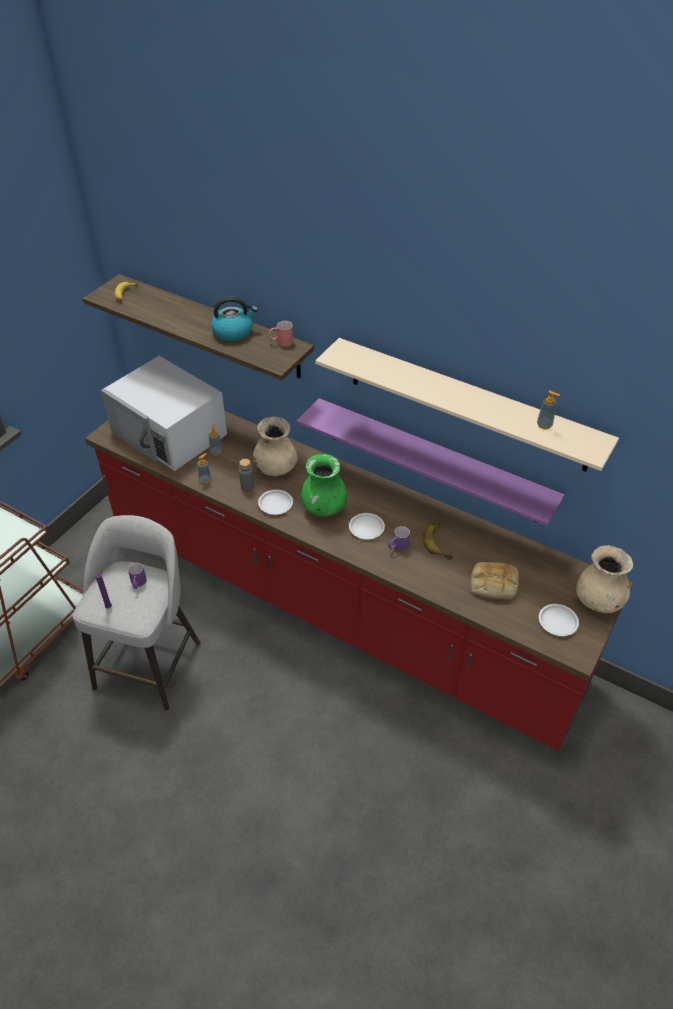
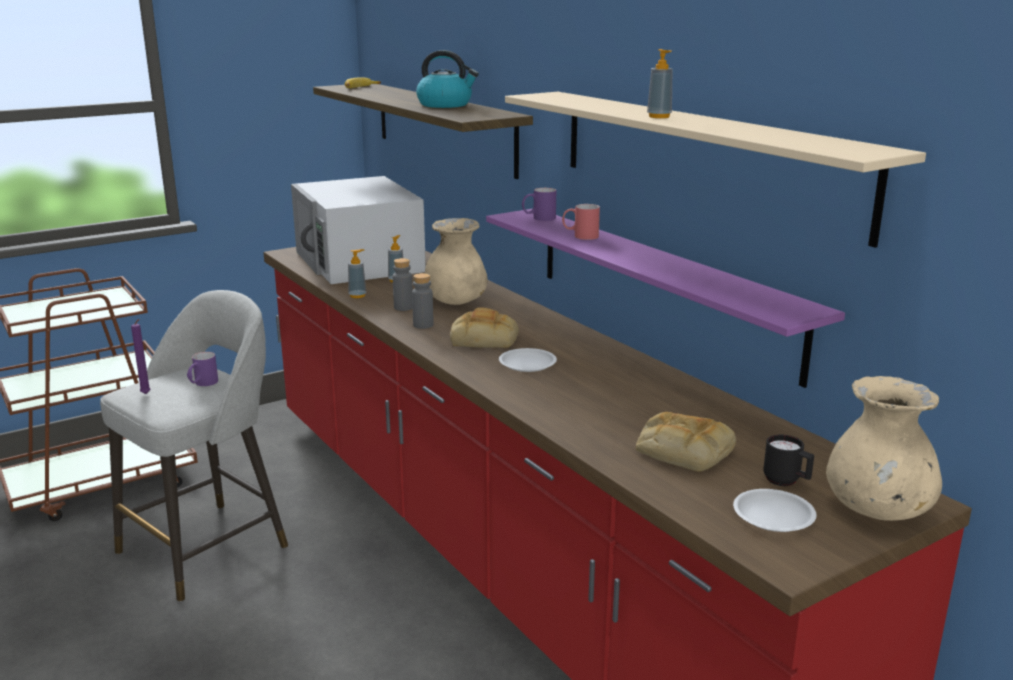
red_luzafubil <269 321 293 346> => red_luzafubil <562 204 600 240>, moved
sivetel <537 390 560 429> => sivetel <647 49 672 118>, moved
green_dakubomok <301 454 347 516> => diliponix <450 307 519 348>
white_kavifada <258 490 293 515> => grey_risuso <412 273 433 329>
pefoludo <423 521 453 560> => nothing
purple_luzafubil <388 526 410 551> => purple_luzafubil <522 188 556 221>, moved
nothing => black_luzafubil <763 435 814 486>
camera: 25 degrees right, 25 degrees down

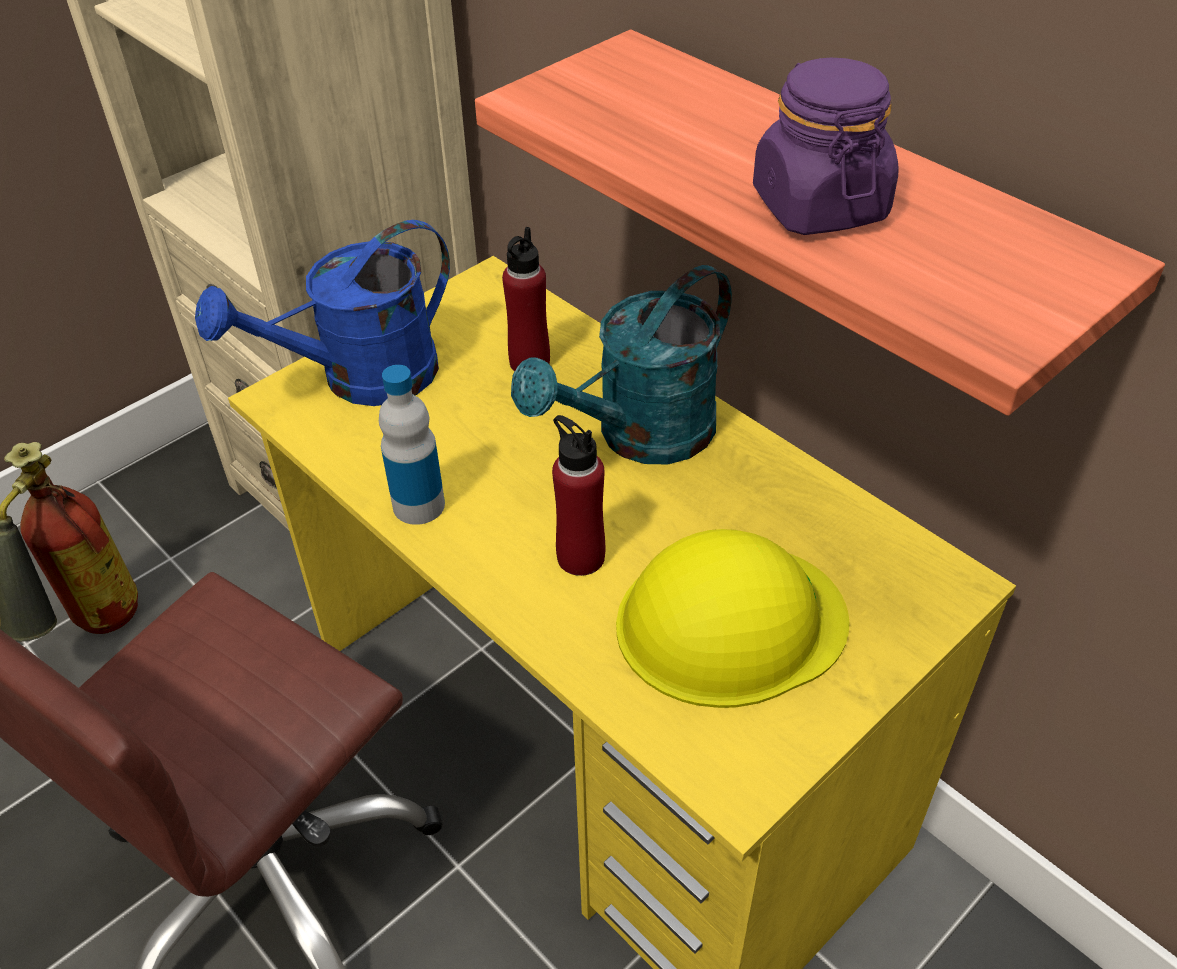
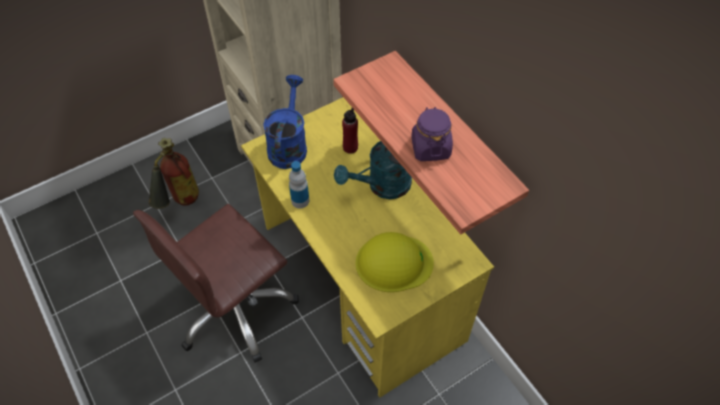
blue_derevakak <195 220 450 406> => blue_derevakak <263 75 307 169>, 120 degrees clockwise
red_risuso <552 415 606 576> => nothing
camera: 10 degrees right, 10 degrees up

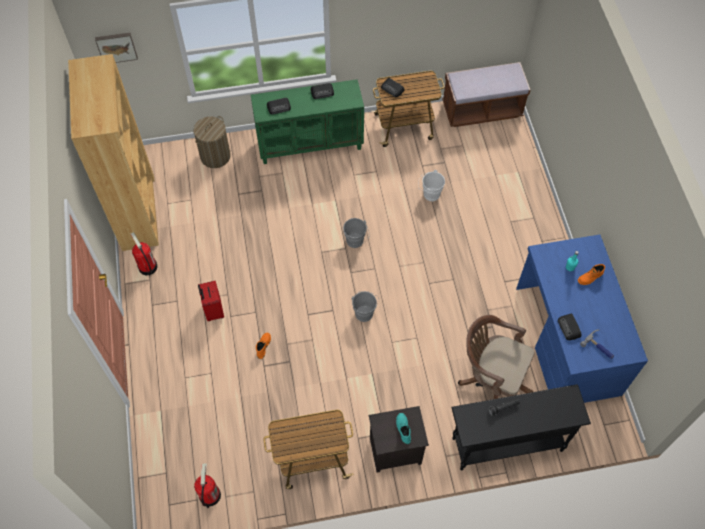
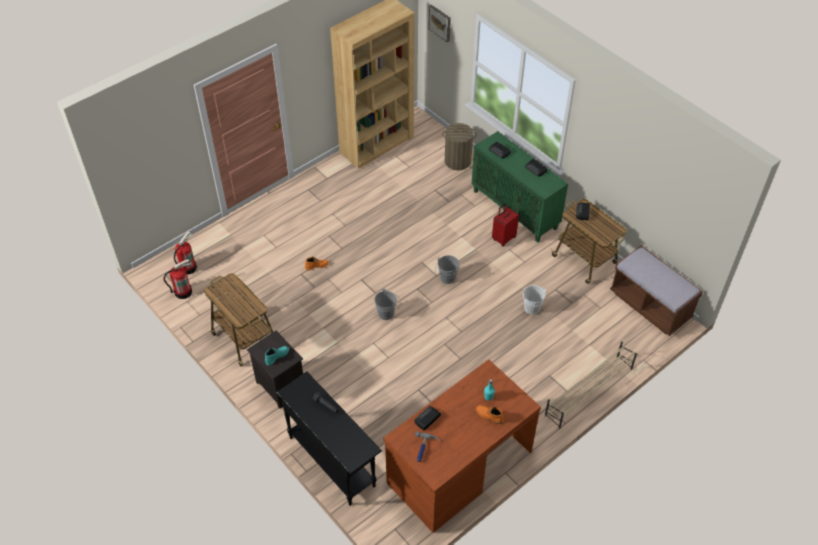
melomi <131 232 157 275> => melomi <174 232 197 275>, moved
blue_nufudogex <516 234 648 403> => brown_nufudogex <383 359 541 533>
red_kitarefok <198 281 224 321> => red_kitarefok <492 203 519 246>, moved
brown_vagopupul <458 315 535 399> => nothing
nothing => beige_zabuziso <545 340 638 430>
camera: 60 degrees right, 10 degrees down

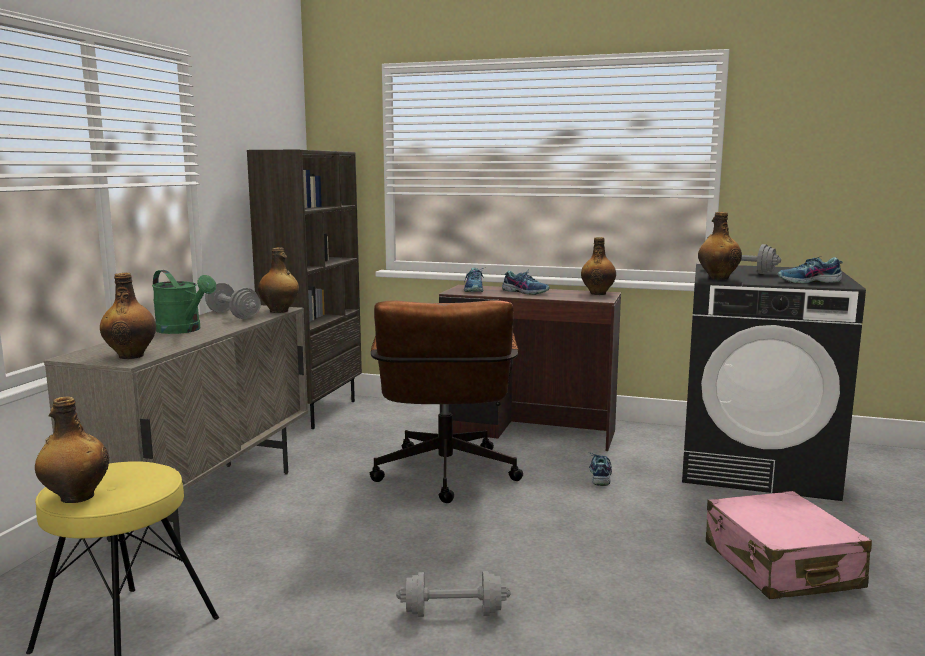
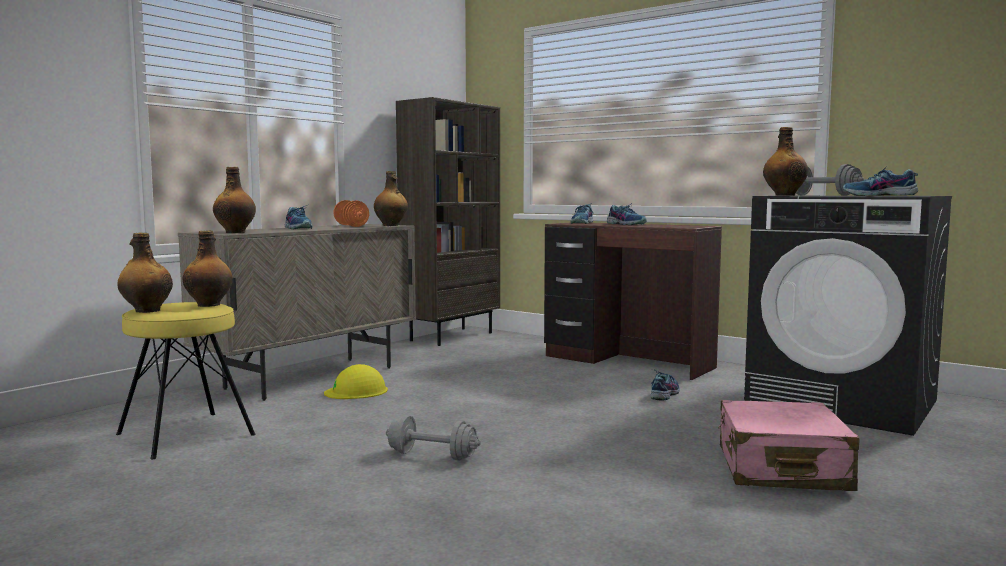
risuso <581 237 616 295> => risuso <183 231 233 307>, moved
green_derevakak <152 270 216 334> => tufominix <285 205 312 229>
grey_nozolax <205 283 261 319> => orange_nozolax <333 200 369 227>
brown_vagopupul <370 300 523 503> => nothing
nothing => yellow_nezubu <324 364 388 399>
camera: 20 degrees right, 5 degrees down

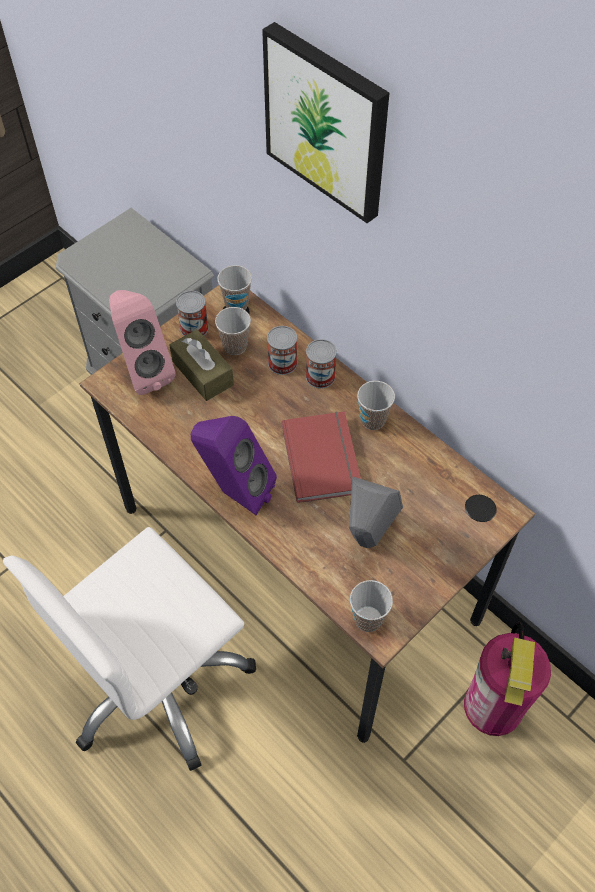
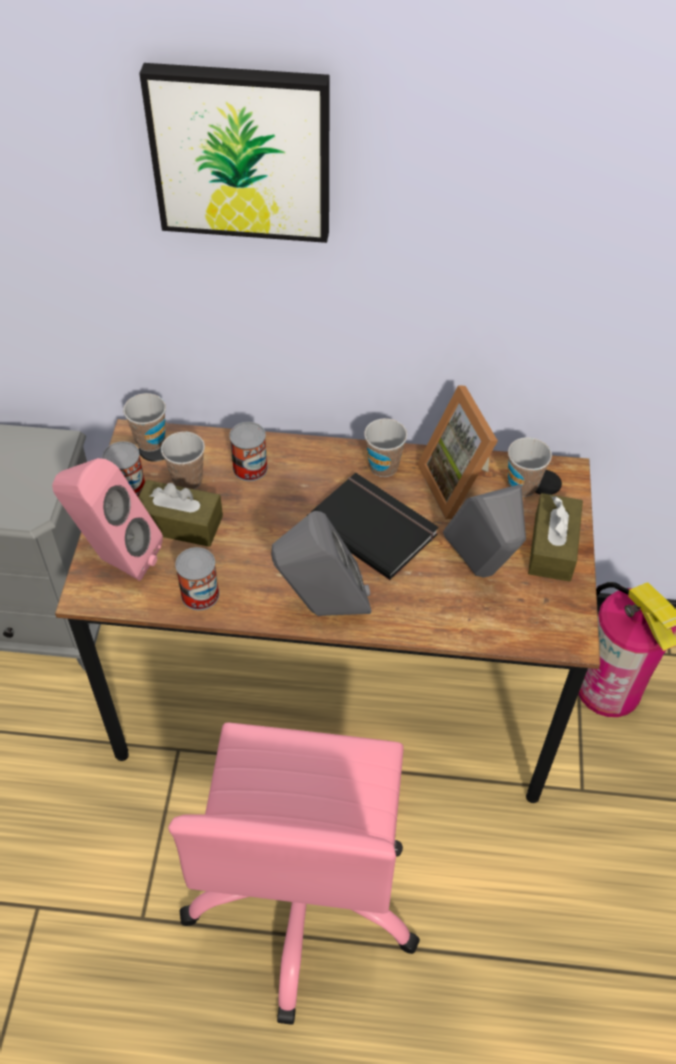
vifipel <306 339 337 389> => vifipel <175 547 219 610>, moved
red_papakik <281 411 361 503> => black_papakik <308 473 439 580>
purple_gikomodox <191 416 277 516> => grey_gikomodox <271 511 372 616>
white_vagopupul <3 527 256 771> => pink_vagopupul <168 722 420 1025>
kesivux <350 580 393 632> => kesivux <508 437 552 497>, moved
nothing => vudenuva <417 385 498 519>
nothing => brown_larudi <528 493 583 582>
camera: 40 degrees left, 5 degrees down

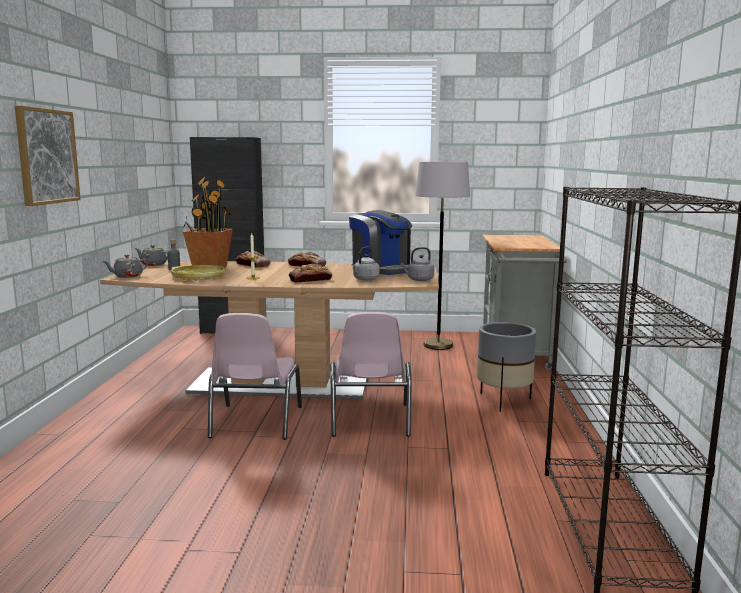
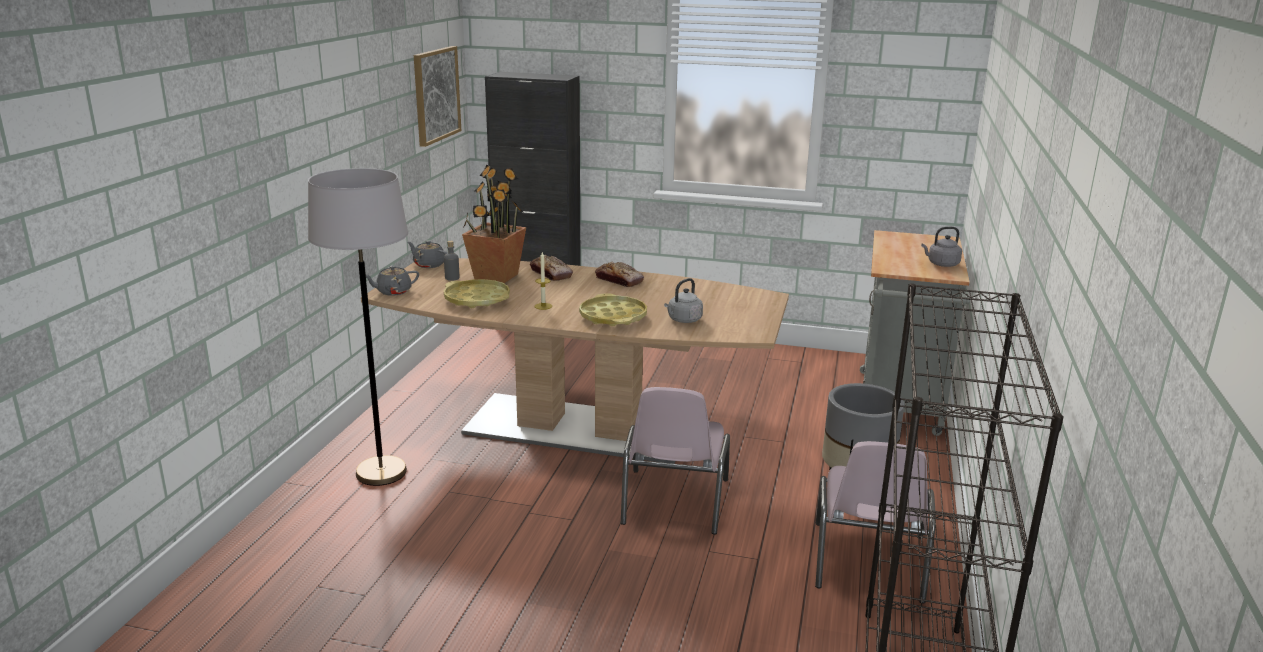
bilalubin <15 106 81 206> => bilalubin <414 46 461 147>, moved
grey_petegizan <415 162 470 350> => grey_petegizan <308 168 408 486>, moved
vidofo <349 210 412 275> => nothing
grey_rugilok <400 247 434 281> => grey_rugilok <921 226 962 267>, moved
diliponix <289 264 332 283> => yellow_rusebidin <579 293 647 326>
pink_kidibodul <208 313 302 440> => pink_kidibodul <815 441 936 604>, moved
camera: 10 degrees right, 10 degrees up

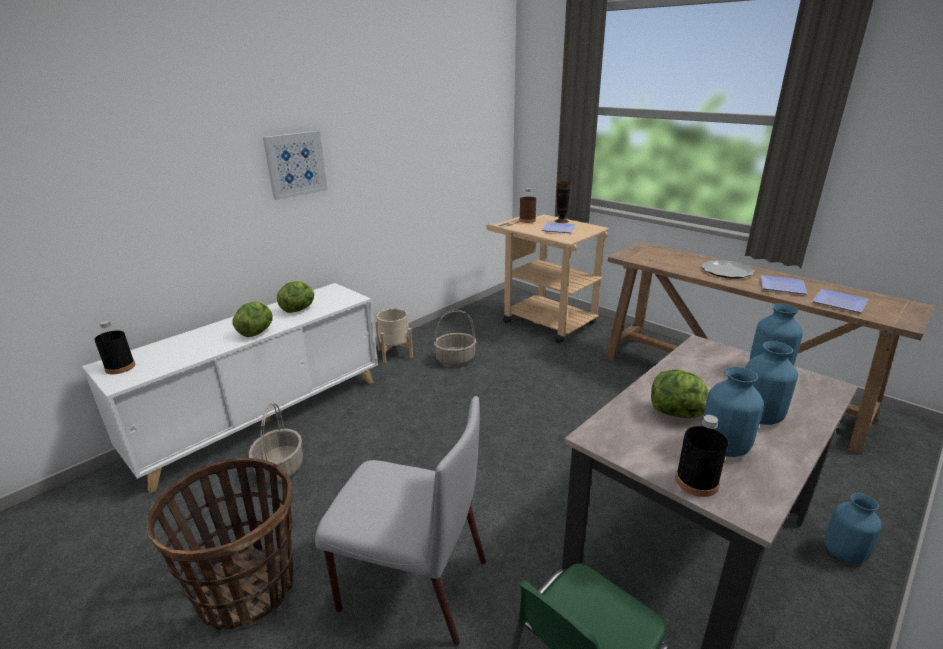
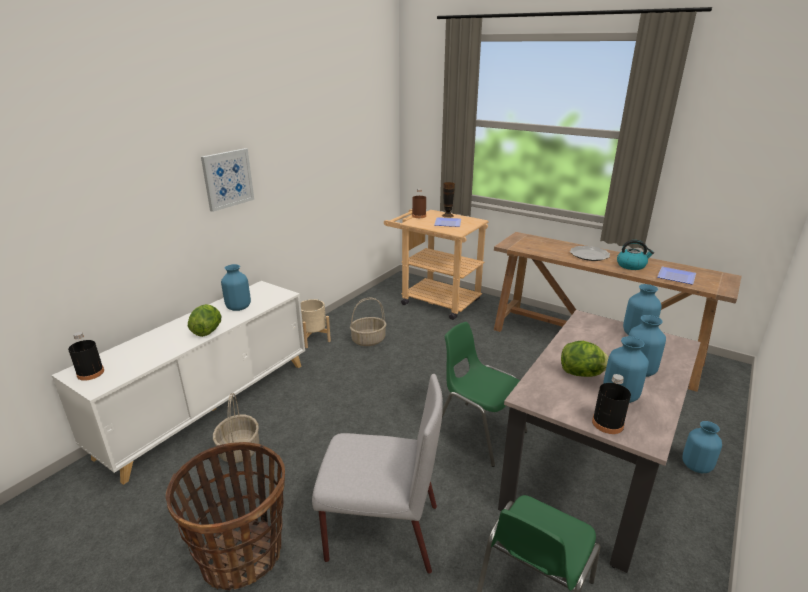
kavifada <761 275 807 294> => rugilok <617 240 654 270>
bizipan <277 281 314 313> => blue_dakubomok <221 264 251 311>
nothing => green_kidibodul <442 322 527 467>
camera: 10 degrees left, 0 degrees up

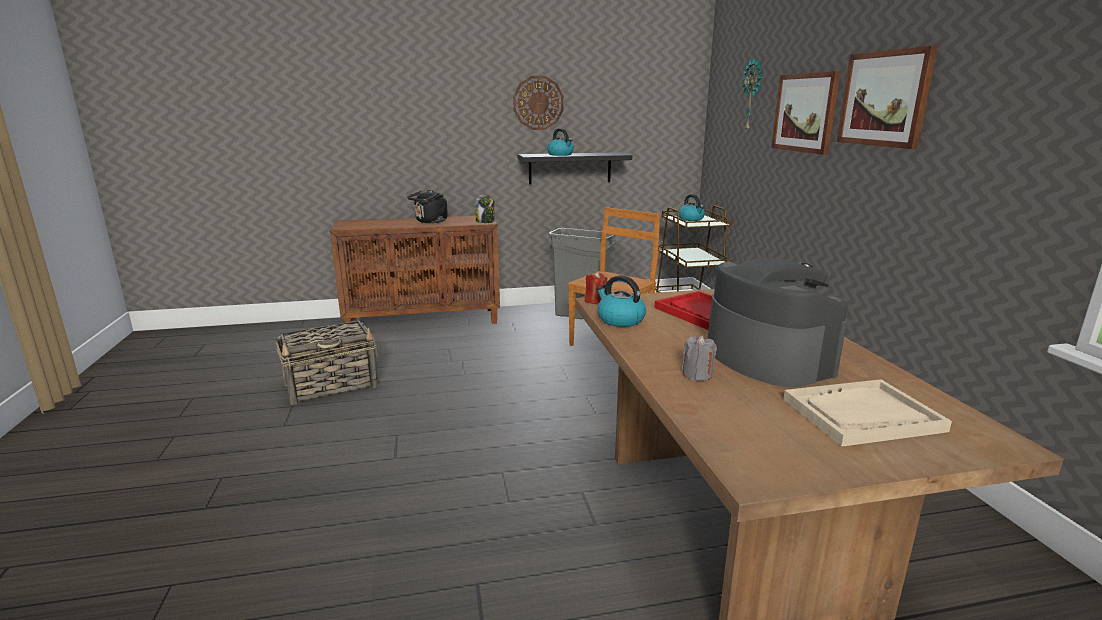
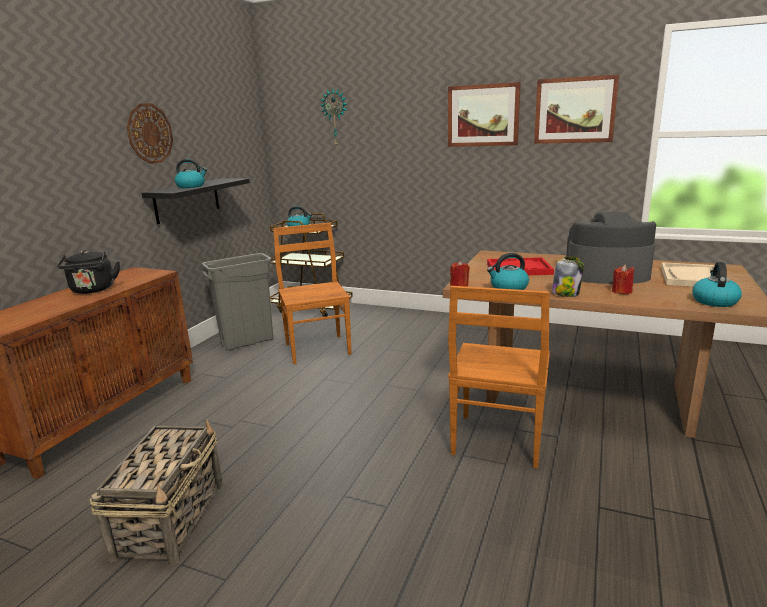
bilalubin <771 71 840 155> => bilalubin <534 74 619 144>, moved
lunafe <475 195 495 223> => lunafe <552 256 584 297>, moved
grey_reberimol <682 335 717 381> => red_reberimol <612 265 634 294>
nothing => rugilok <692 262 742 307>
nothing => brown_kidibodul <448 286 550 469>
camera: 55 degrees left, 0 degrees up

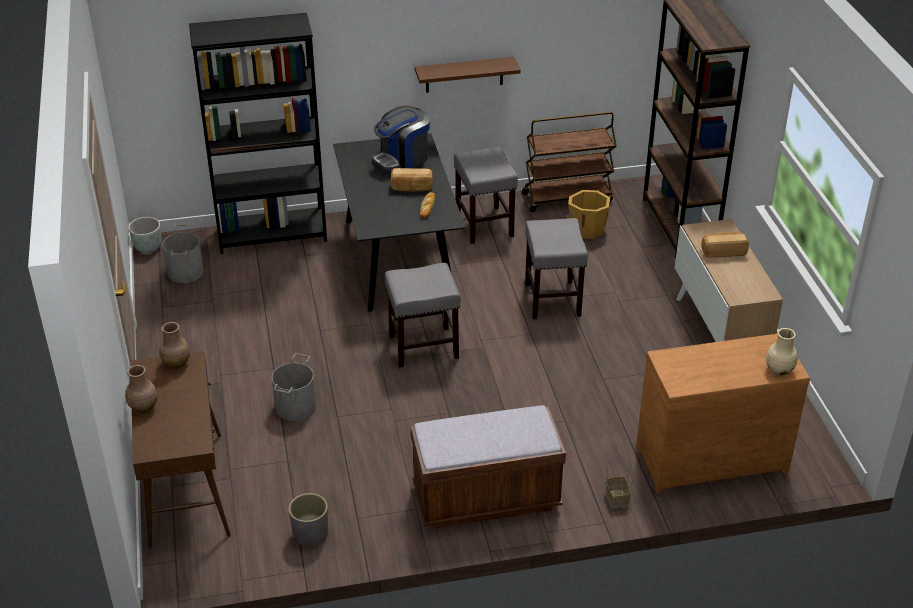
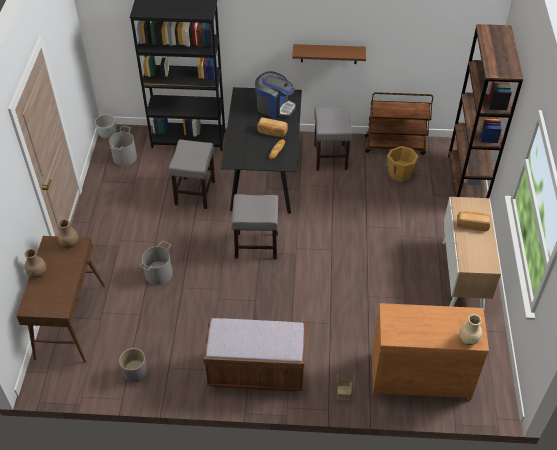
vidofo <372 106 430 171> => vidofo <255 71 296 118>, 135 degrees counterclockwise
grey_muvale <525 218 588 319> => grey_muvale <169 140 215 209>, moved
camera: 15 degrees right, 10 degrees up

